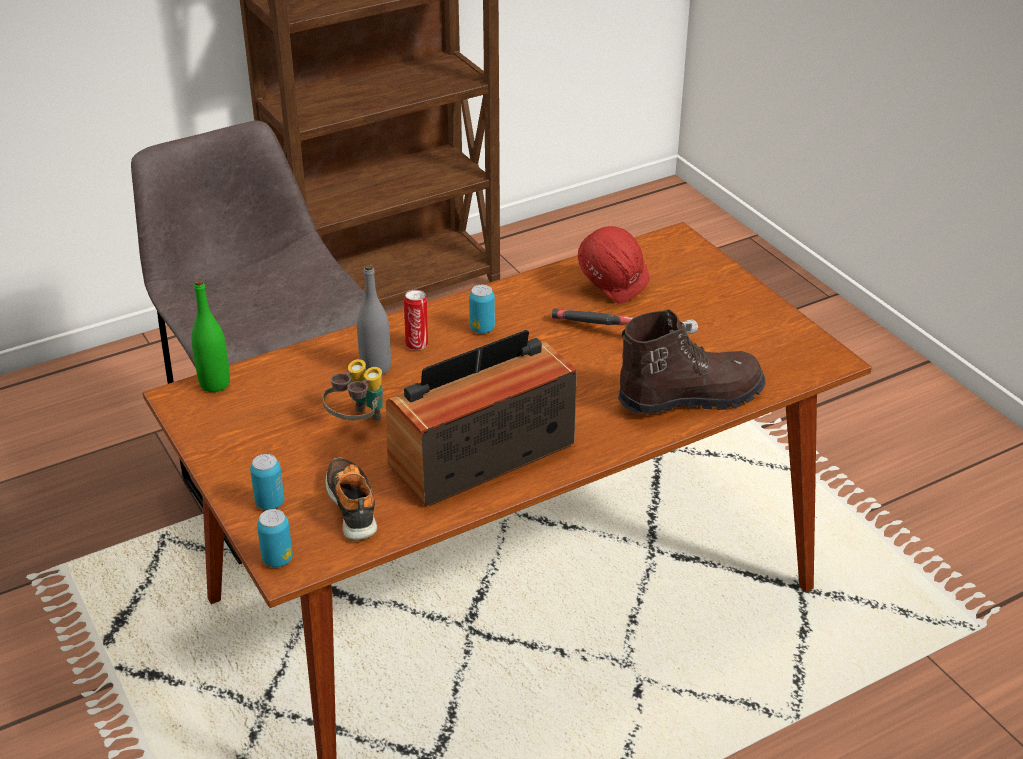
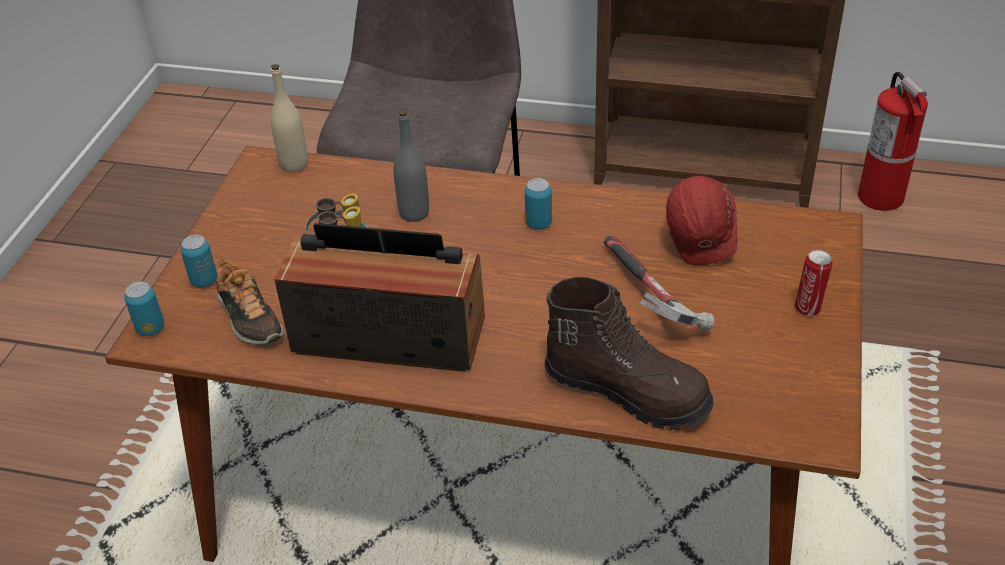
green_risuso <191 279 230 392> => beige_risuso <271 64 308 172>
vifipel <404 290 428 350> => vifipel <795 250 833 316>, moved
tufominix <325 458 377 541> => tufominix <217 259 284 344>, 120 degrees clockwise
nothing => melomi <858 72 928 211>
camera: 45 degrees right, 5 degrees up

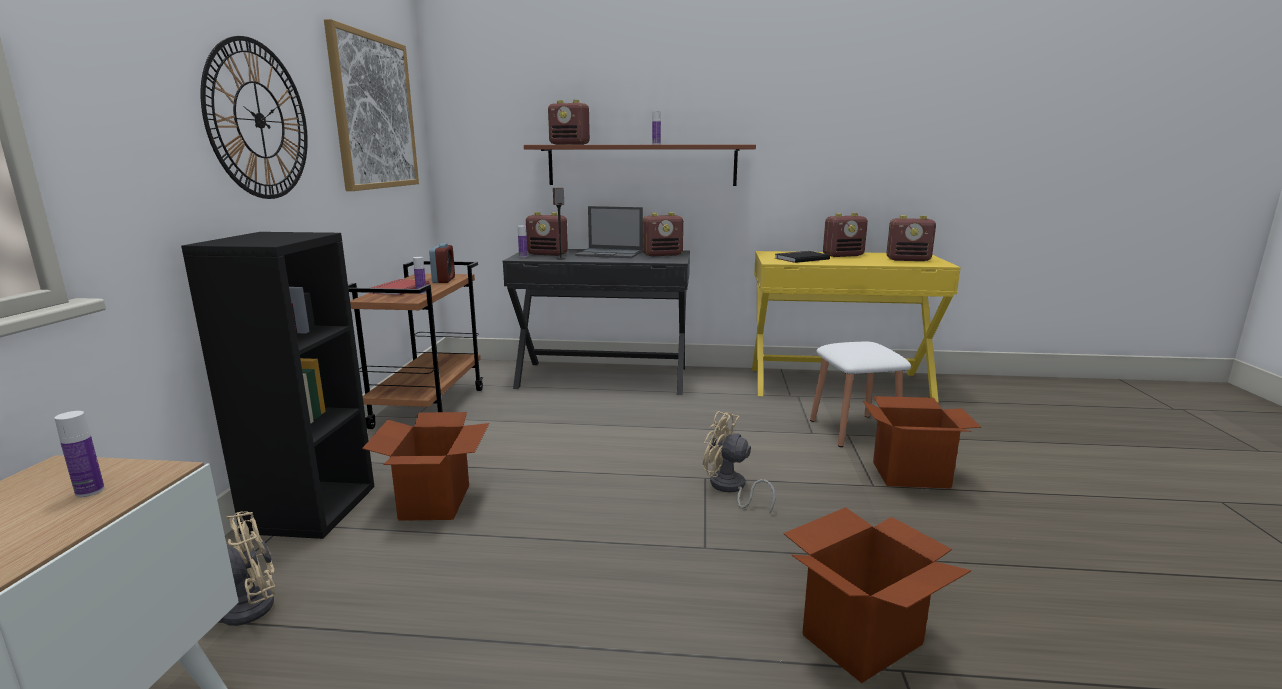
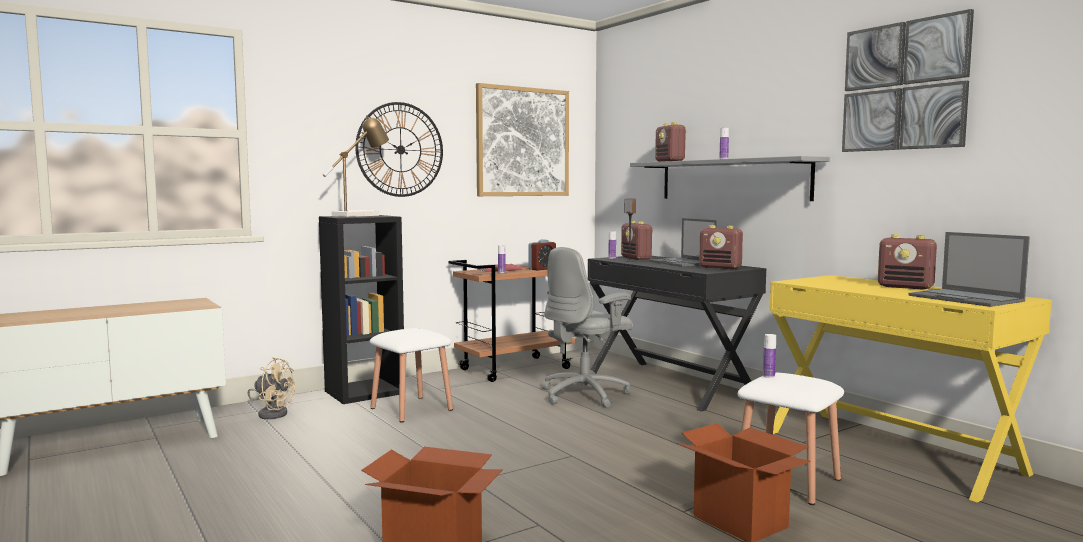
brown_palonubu <524 144 756 186> => grey_palonubu <630 156 830 201>
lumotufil <886 215 936 261> => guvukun <908 232 1030 307>
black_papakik <775 251 830 263> => nothing
risuso <55 411 105 497> => risuso <763 334 776 378>, moved
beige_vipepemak <703 411 776 514> => nothing
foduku <362 412 489 521> => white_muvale <370 328 453 423>
nothing => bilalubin <842 9 974 152>
nothing => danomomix <323 115 389 217>
nothing => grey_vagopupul <542 247 633 408>
camera: 50 degrees right, 10 degrees down

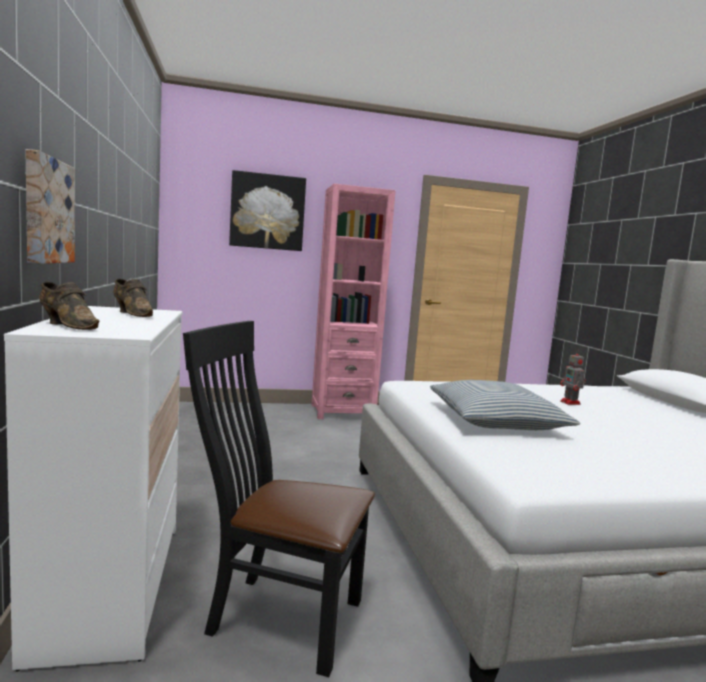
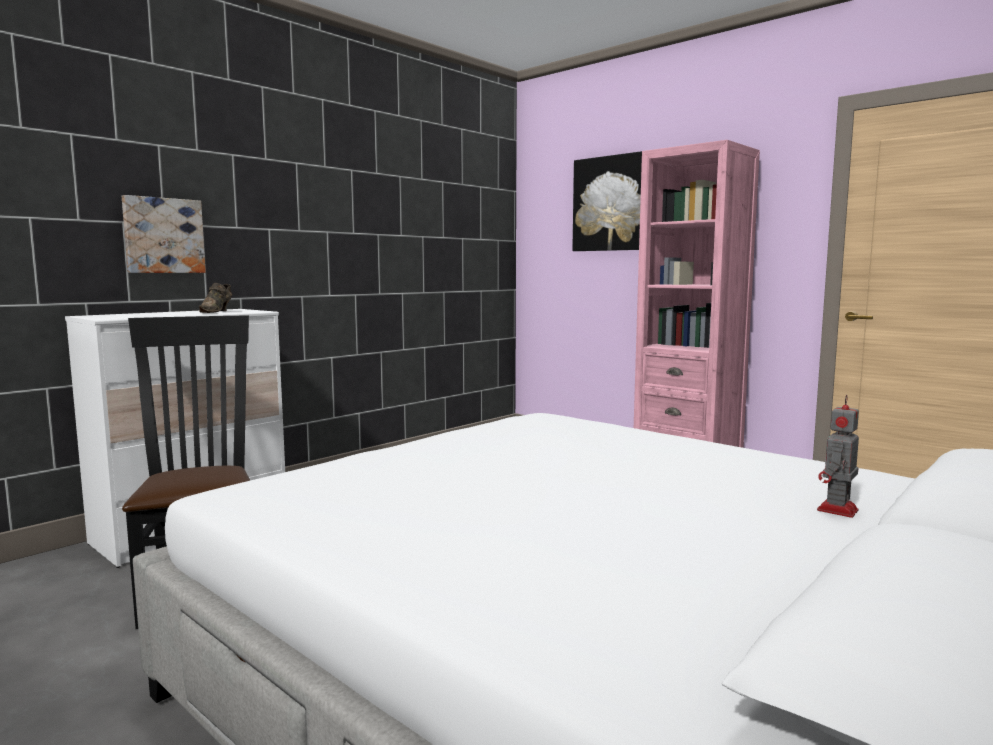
brown_tufominix <39 282 100 330> => nothing
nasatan <560 349 586 405> => nasatan <817 394 859 518>, moved
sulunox <430 380 580 430> => nothing
camera: 55 degrees right, 0 degrees up

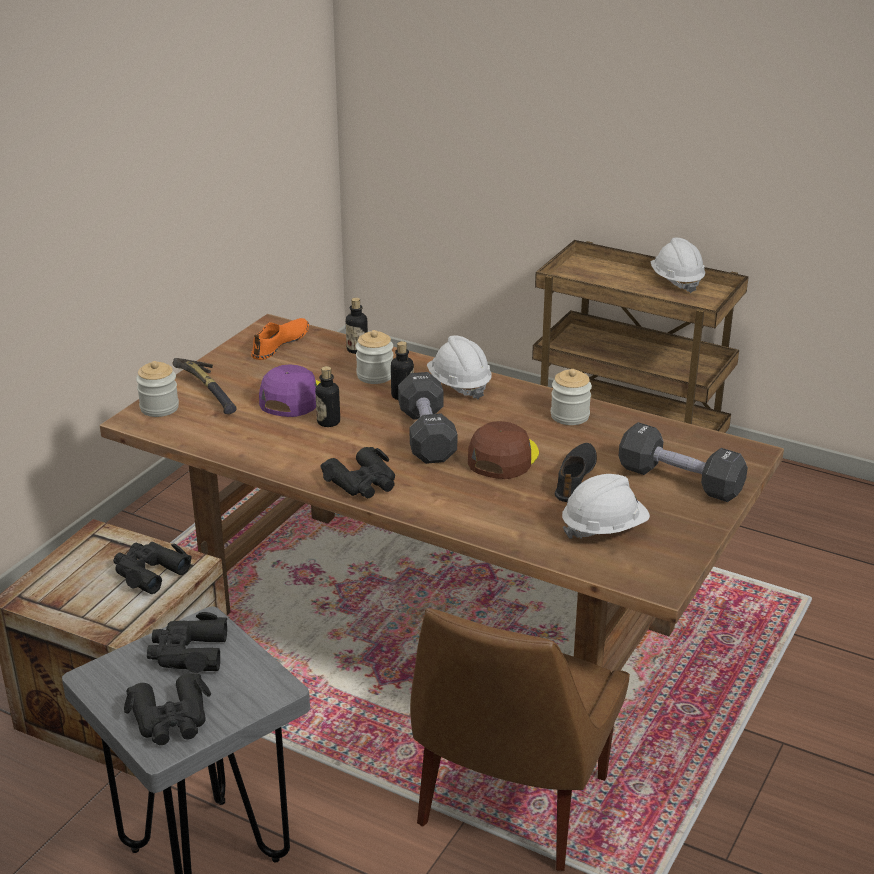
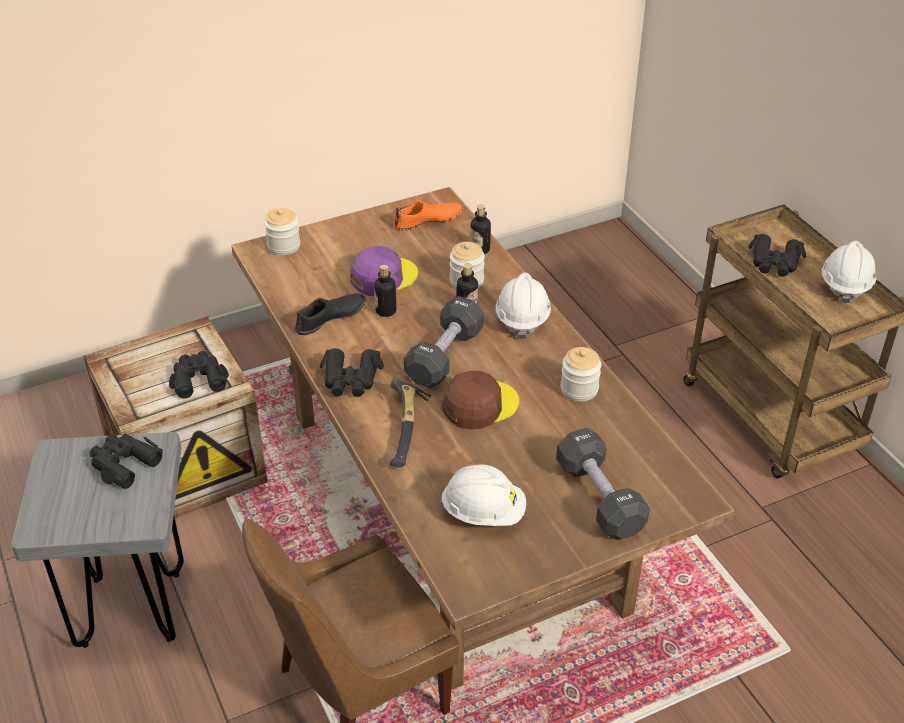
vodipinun <172 358 237 414> => vodipinun <390 377 431 467>, moved
black_tufominix <555 443 597 502> => black_tufominix <295 293 366 335>, moved
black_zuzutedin <124 673 211 745> => black_zuzutedin <748 234 806 277>, moved
camera: 35 degrees right, 10 degrees up

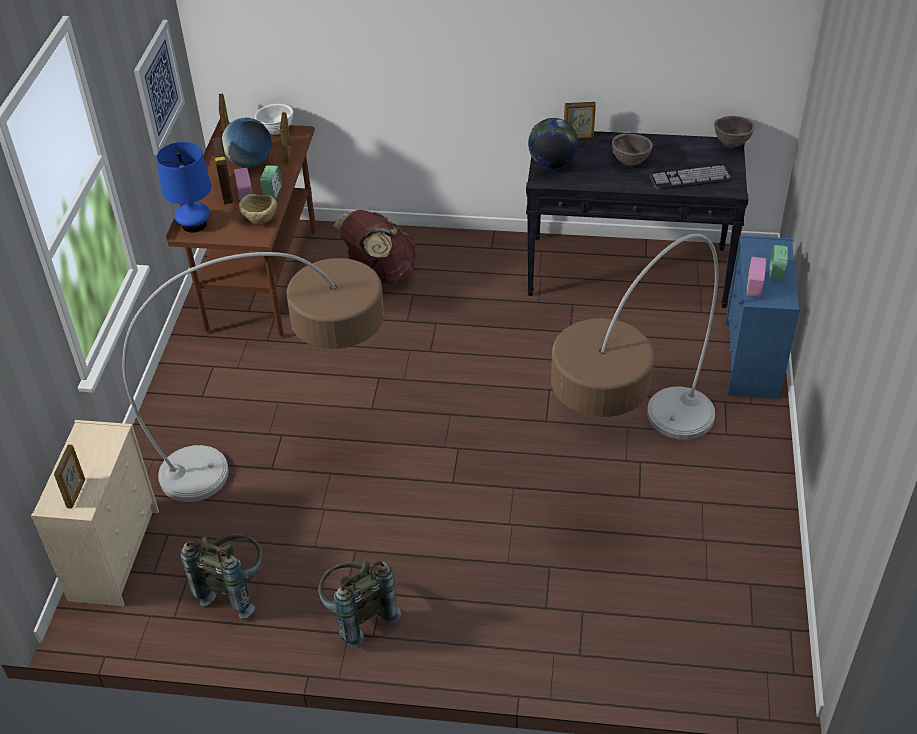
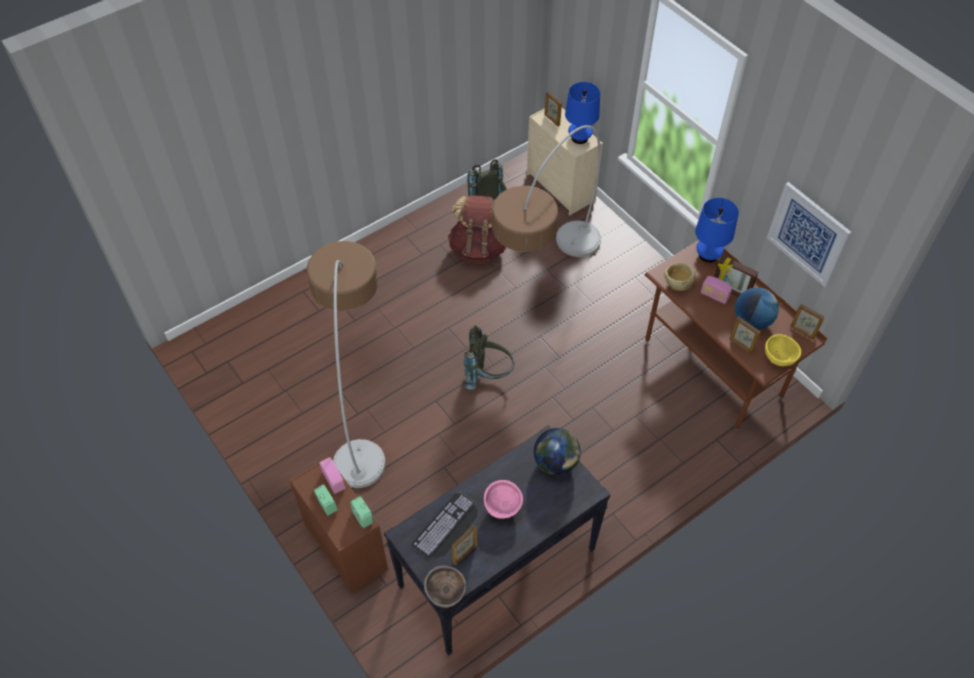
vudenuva <564 102 596 139> => vudenuva <452 526 477 565>, moved
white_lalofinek <255 104 294 135> => yellow_lalofinek <765 334 801 366>
brown_lalofinek <612 134 653 166> => pink_lalofinek <484 480 523 519>
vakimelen <260 165 282 198> => vakimelen <350 496 373 528>, moved
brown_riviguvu <333 210 416 284> => brown_riviguvu <448 195 506 264>, moved
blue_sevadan <725 235 800 399> => brown_sevadan <289 456 388 593>
grey_riviguvu <318 560 401 648> => grey_riviguvu <464 326 515 389>, moved
nothing => blue_danomomix <565 82 600 144>
camera: 135 degrees right, 10 degrees up

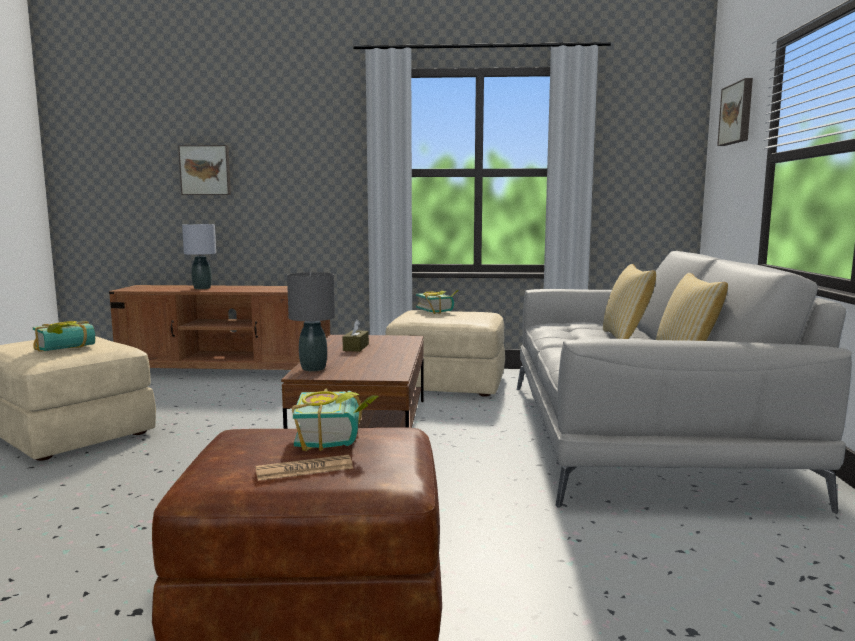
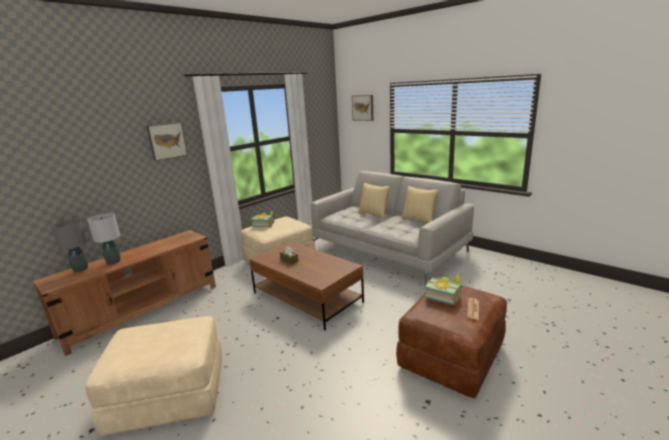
bilalubin <178 145 231 195> => bilalubin <146 122 188 161>, moved
grey_danomomix <287 272 335 371> => grey_danomomix <51 219 88 272>, moved
papakik <32 321 95 352> => nothing
camera: 50 degrees left, 10 degrees up

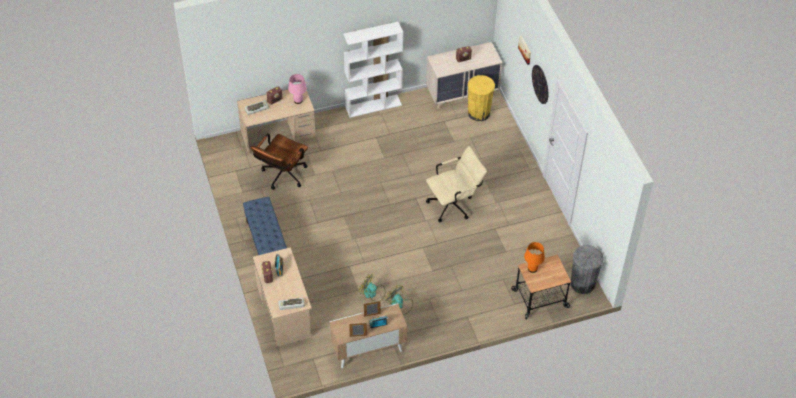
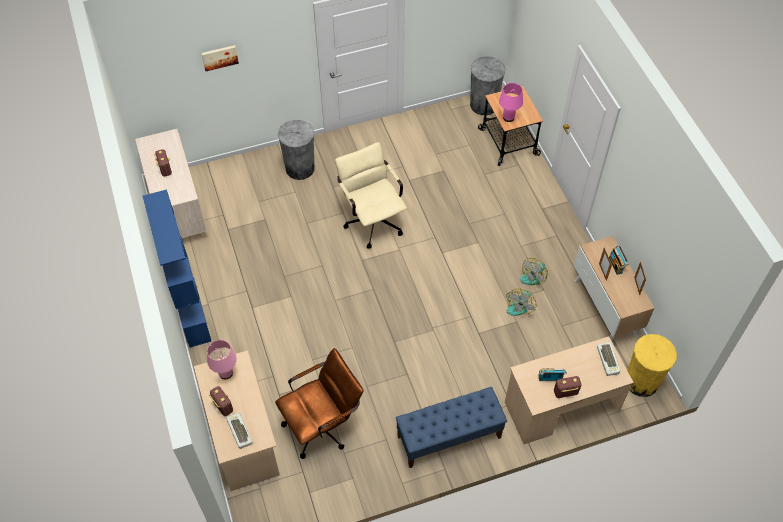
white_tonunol <343 22 403 118> => blue_tonunol <143 189 211 348>
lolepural <532 65 548 104> => nothing
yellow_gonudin <468 75 495 121> => yellow_gonudin <627 334 677 397>, moved
brown_vagopupul <251 133 308 190> => brown_vagopupul <275 348 363 459>, 60 degrees counterclockwise
orange_danomomix <524 242 545 273> => pink_danomomix <499 83 523 122>
nothing => grey_gonudin <278 120 315 180>
camera: 90 degrees left, 5 degrees up

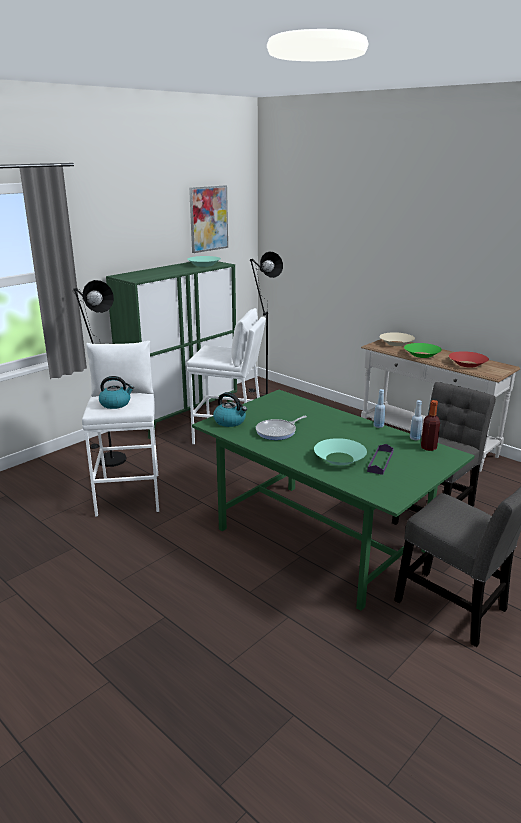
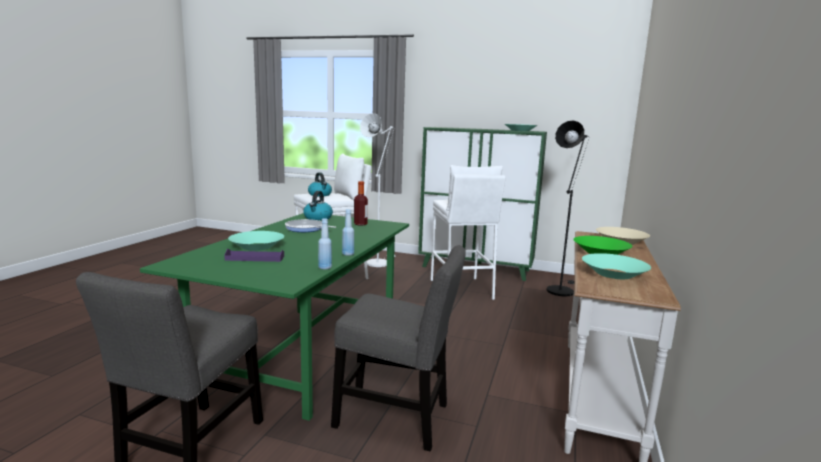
bilalubin <189 185 228 253> => nothing
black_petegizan <73 280 126 467> => white_petegizan <360 113 395 267>
red_lalofinek <449 351 489 368> => turquoise_lalofinek <582 253 651 279>
risuso <421 400 440 451> => risuso <354 181 368 226>, moved
camera: 65 degrees right, 10 degrees down

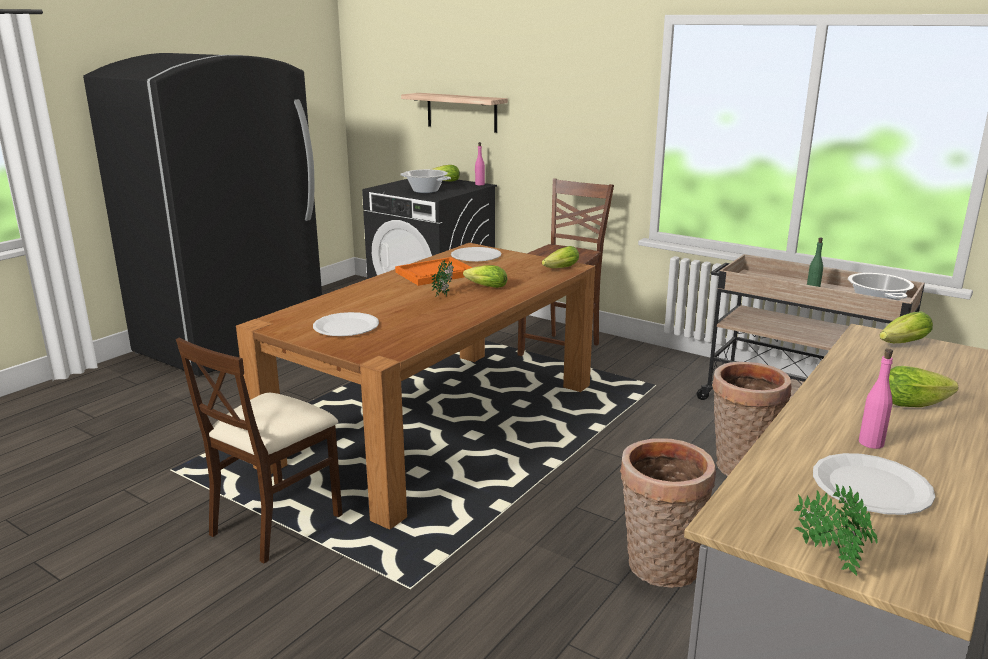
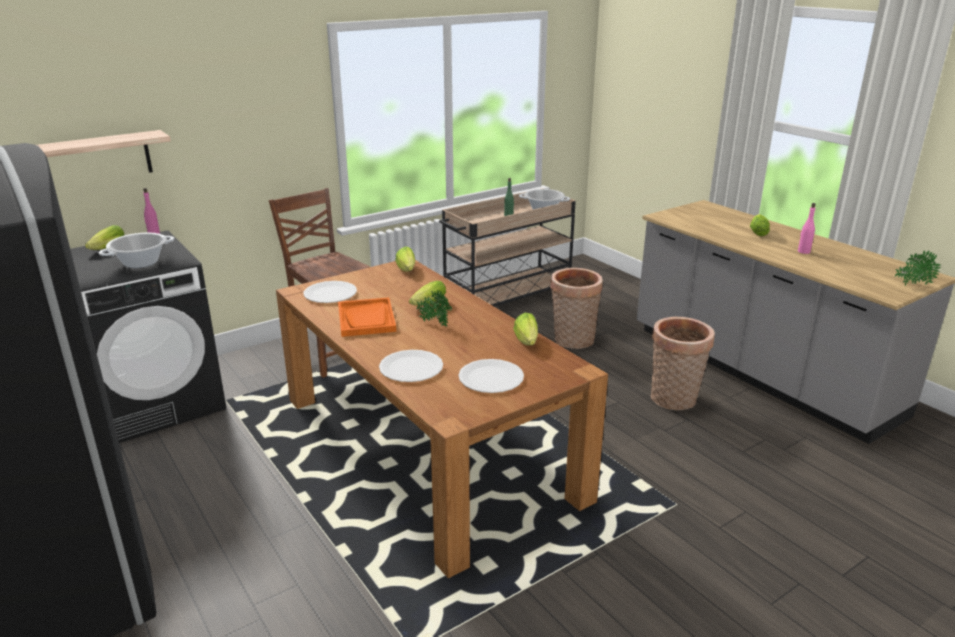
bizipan <879 311 933 343> => bizipan <513 313 538 345>, moved
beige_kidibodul <176 337 342 563> => nothing
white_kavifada <813 453 935 515> => white_kavifada <379 350 443 382>, moved
camera: 70 degrees left, 5 degrees up

